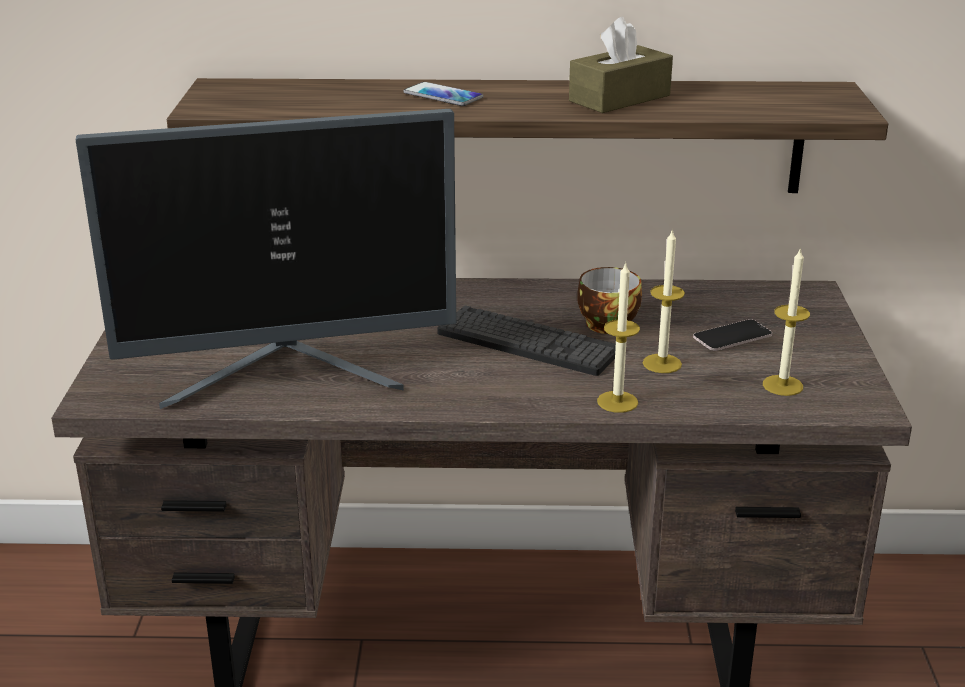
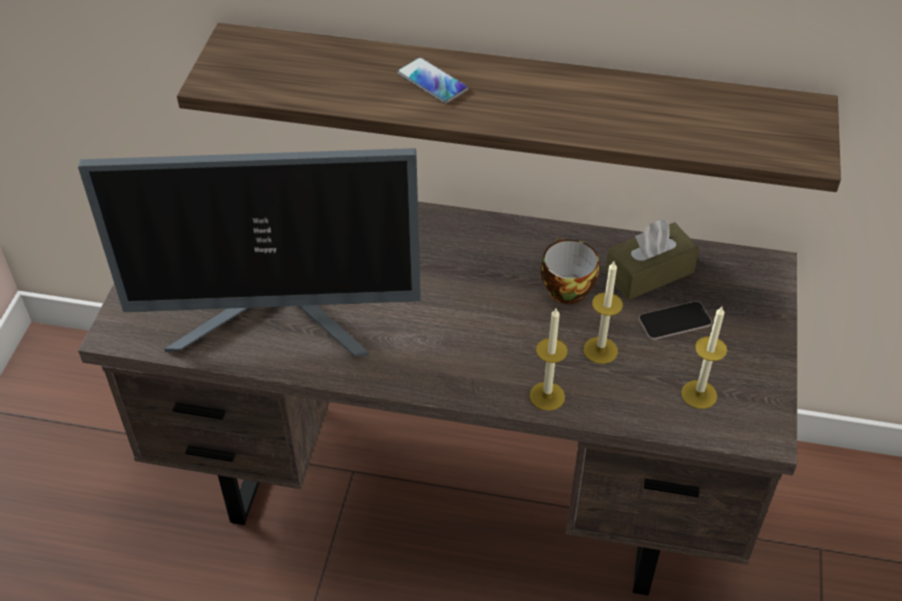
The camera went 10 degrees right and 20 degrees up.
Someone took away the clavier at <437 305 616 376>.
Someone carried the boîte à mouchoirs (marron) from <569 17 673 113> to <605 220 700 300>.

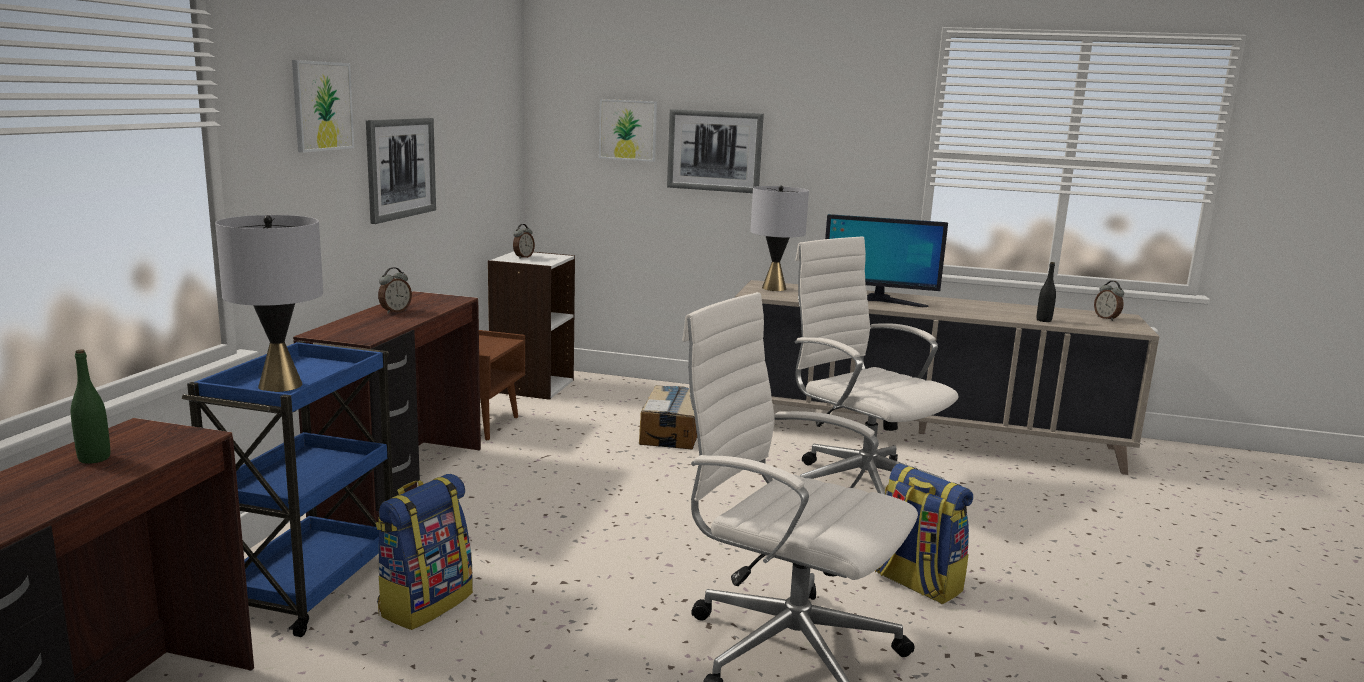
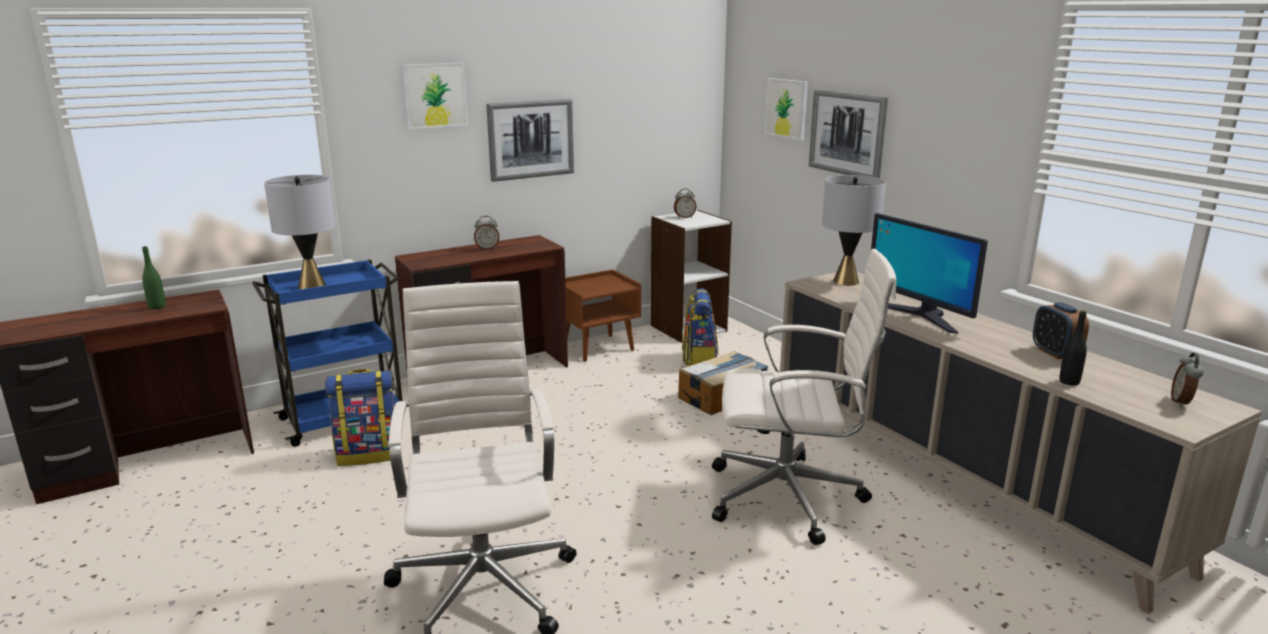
The camera went 45 degrees right and 5 degrees up.
Someone put down the réveil at <1033 302 1089 359>.
Someone carried the sac à dos from <875 463 973 604> to <682 288 718 367>.
Someone rotated the chaise de bureau (blanc) at <795 236 958 494> by 90 degrees clockwise.

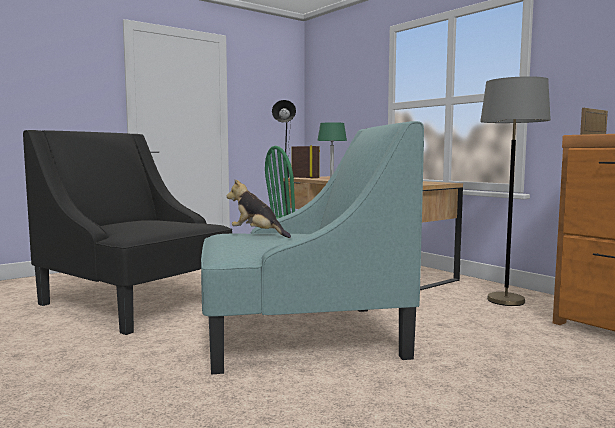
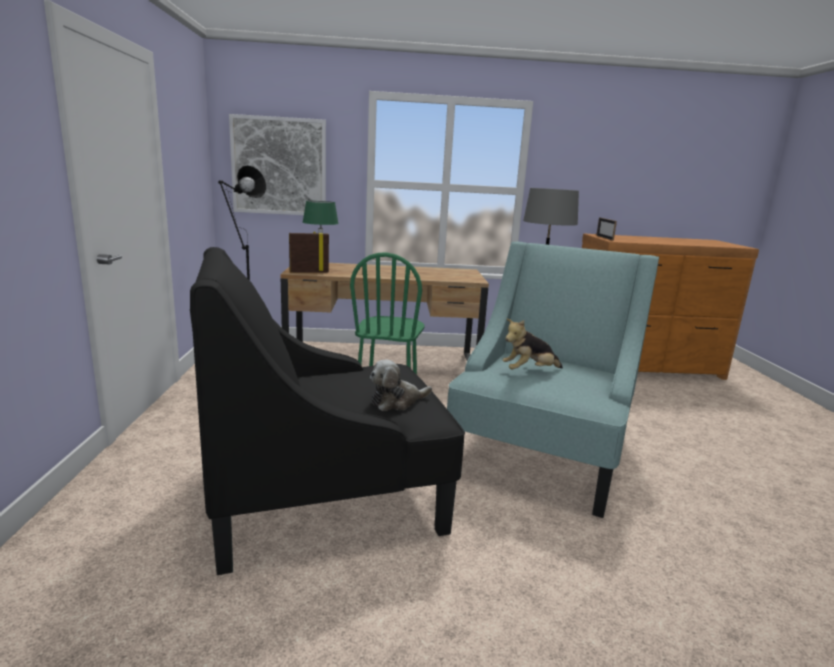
The camera went 55 degrees left and 10 degrees up.
Someone put up the tableau at <229 114 326 215>.
Someone put down the peluche at <370 359 432 411>.

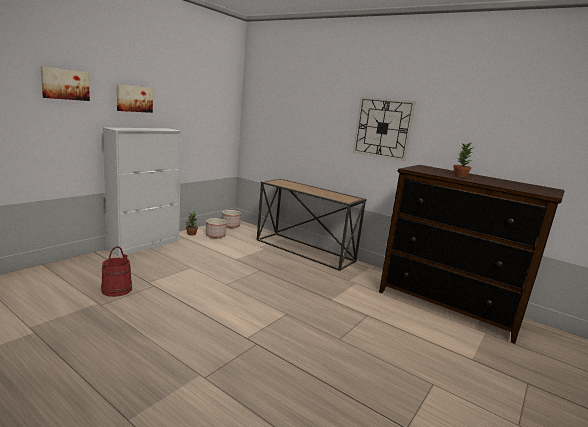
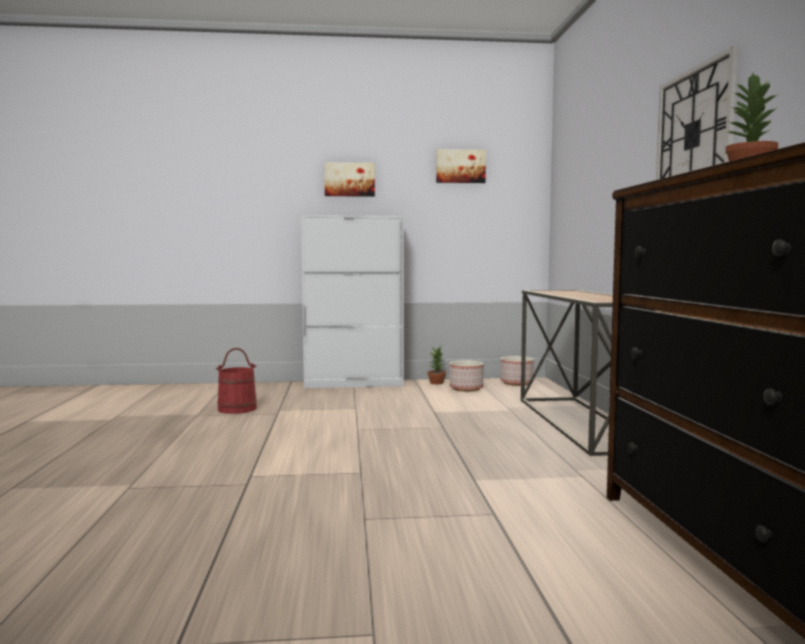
The camera went 50 degrees right and 10 degrees down.
Someone carried the tableau from <41 67 90 101> to <436 149 486 183>.

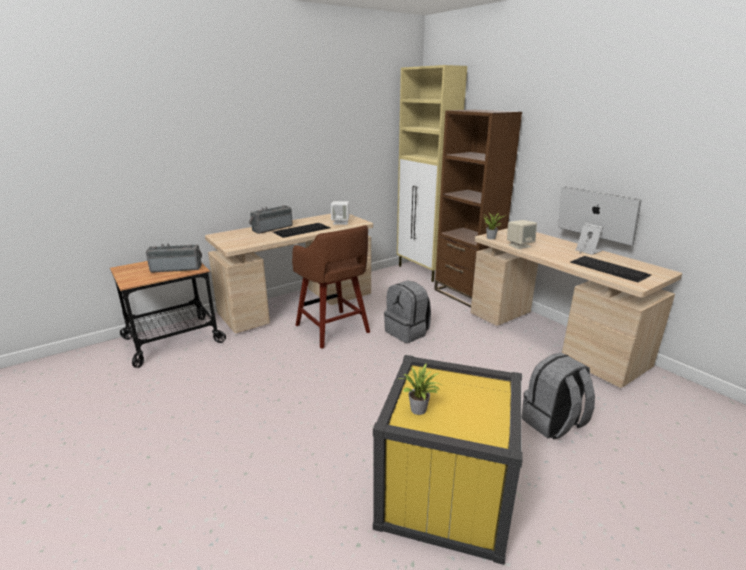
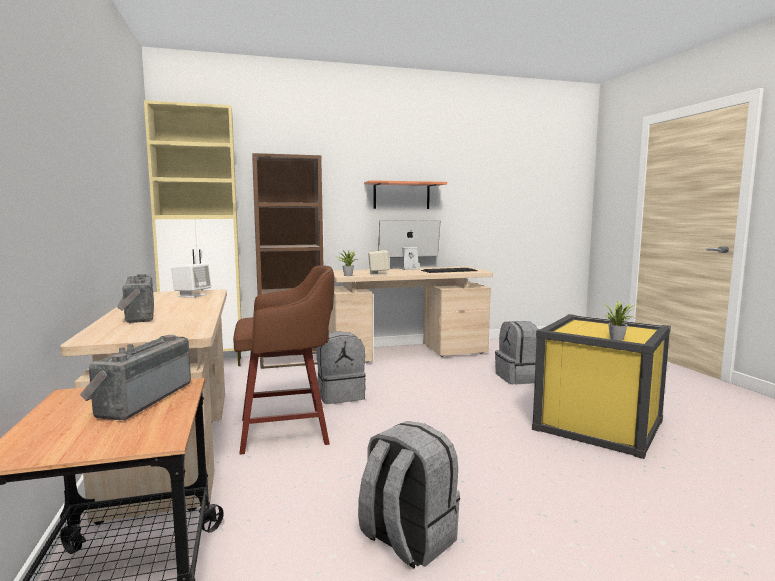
The camera went 70 degrees left and 15 degrees down.
Someone took away the clavier at <273 223 330 238>.
Someone put down the sac à dos (gris) at <358 421 460 568>.
Someone put up the étagère at <364 180 447 209>.

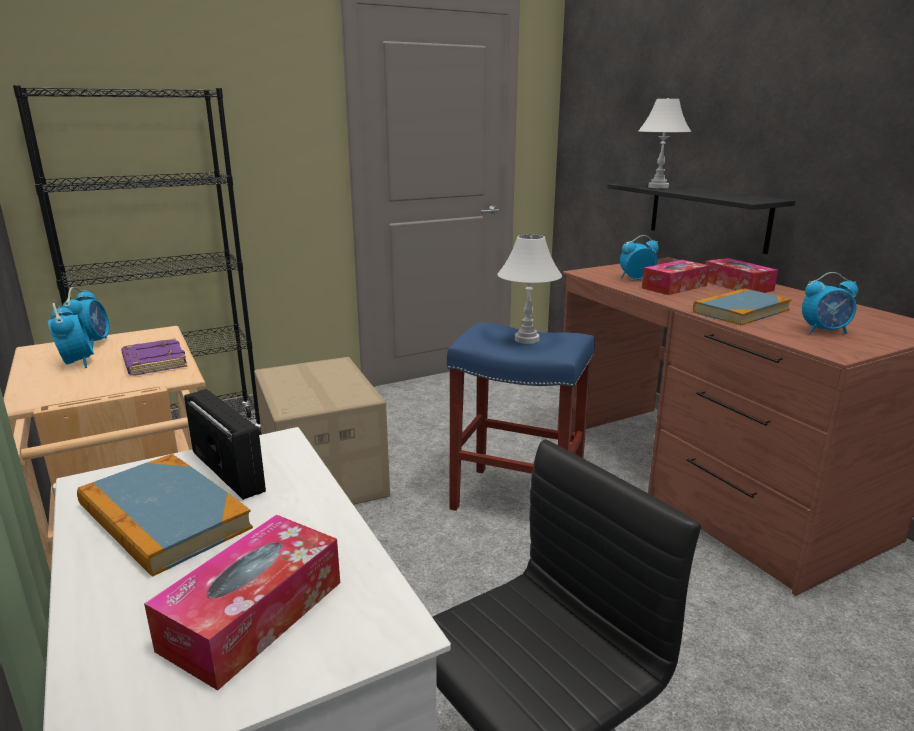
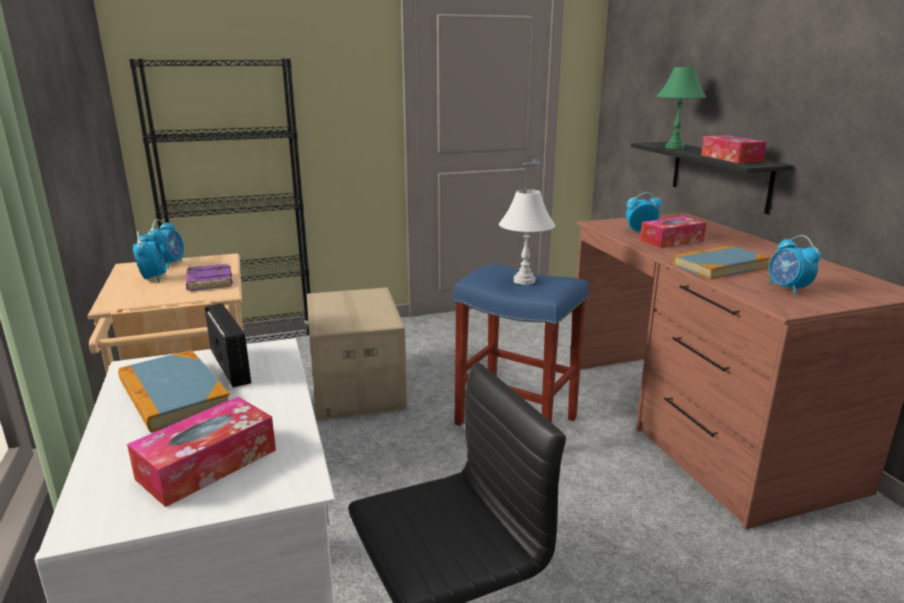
The camera went 10 degrees right and 0 degrees up.
Someone carried the boîte à mouchoirs from <705 258 778 293> to <701 135 767 163>.
Someone repainted the lampe de table (blanc) at <638 98 691 188>, which became the lampe de table (vert) at <657 66 706 149>.
Someone rotated the réveil at <802 272 858 334> by 60 degrees clockwise.

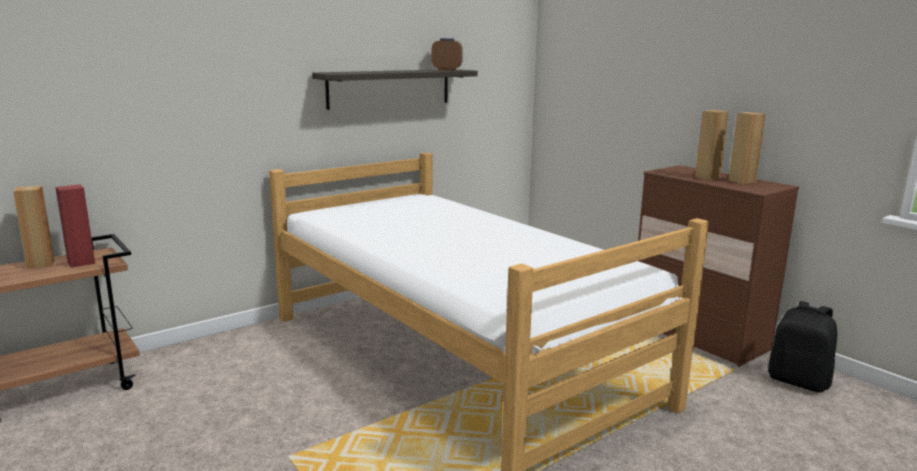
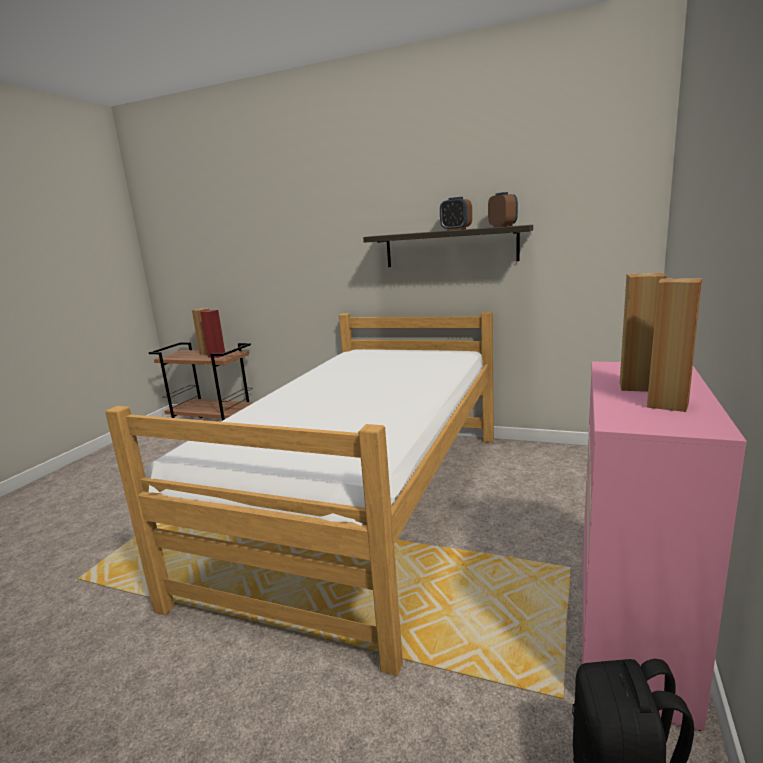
The camera went 60 degrees right and 0 degrees up.
Someone put down the réveil at <440 197 472 231>.
Someone repainted the commode (marron) at <638 165 799 367>, which became the commode (rose) at <582 362 747 731>.

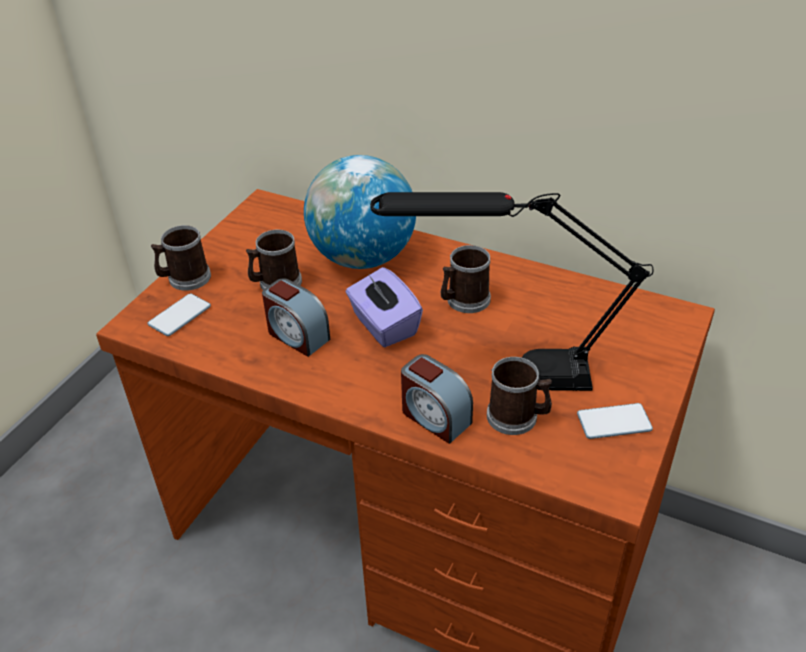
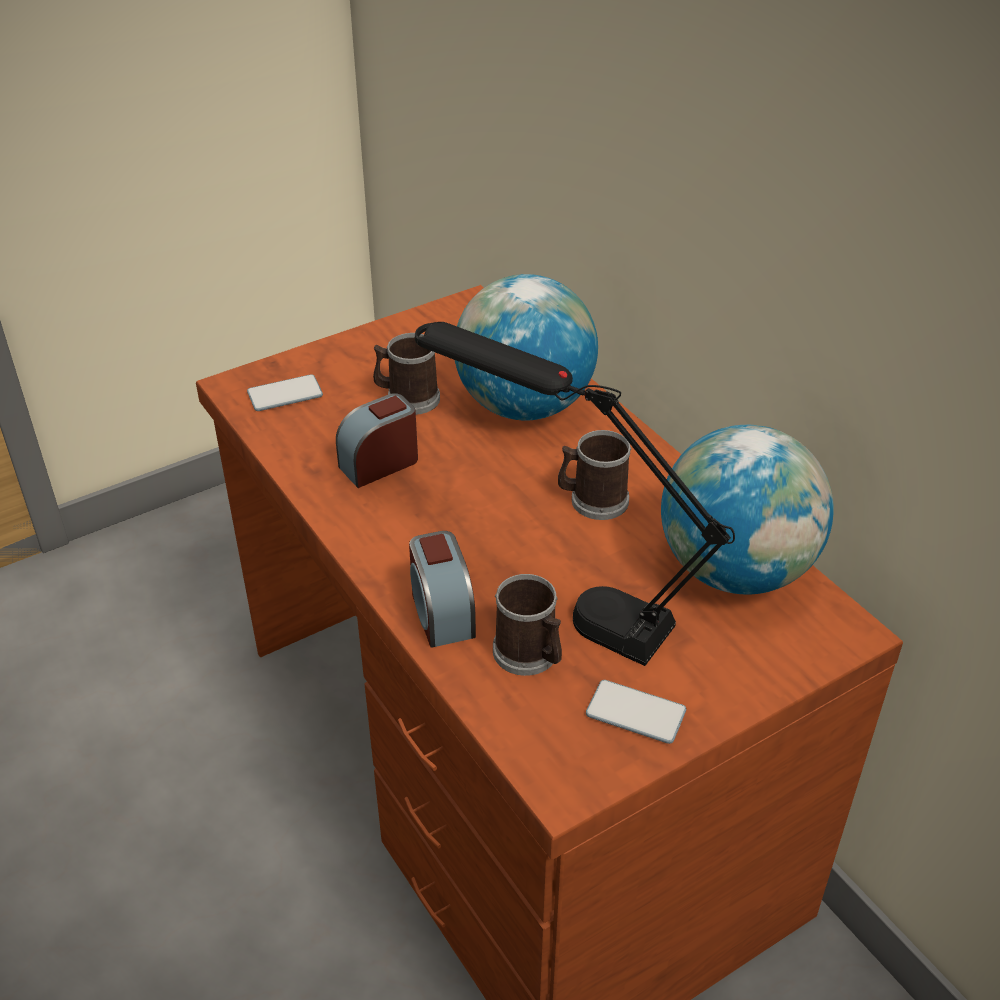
The camera went 30 degrees right and 0 degrees up.
Someone took away the mug at <151 225 211 291>.
Someone took away the boîte à mouchoirs (violet) at <346 267 423 347>.
Someone put down the globe at <661 425 833 594>.
Someone rotated the réveil at <262 278 330 357> by 75 degrees clockwise.

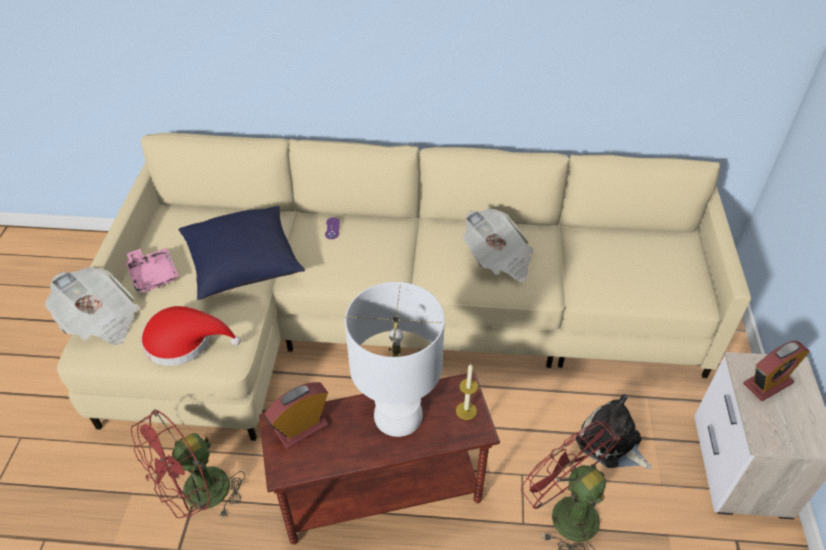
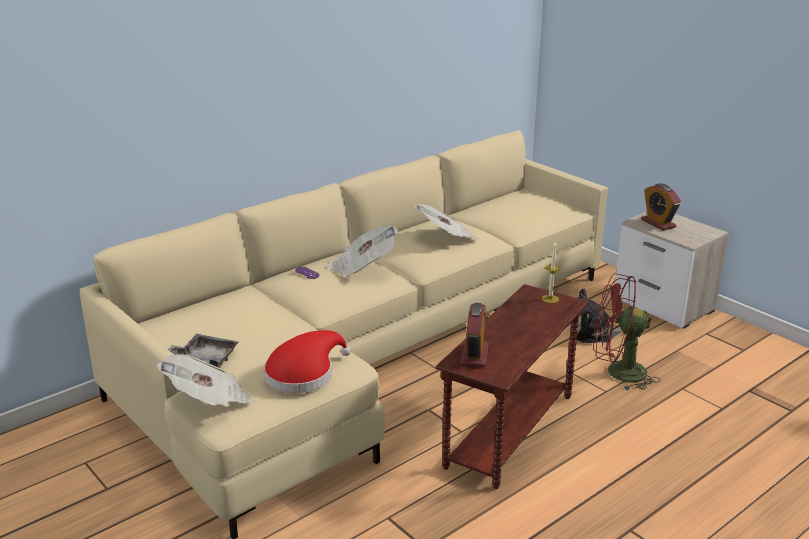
The camera went 45 degrees left and 20 degrees down.
Someone took away the ventilateur (rouge) at <131 409 245 519>.
Someone took away the coussin (bleu) at <179 206 305 300>.
Someone took away the lampe de table (blanc) at <345 282 445 437>.
Someone put down the journal at <328 225 398 277>.
Someone repainted the plateau (rose) at <126 248 179 293>, which became the plateau (gris) at <168 334 239 368>.
Someone rotated the réveil at <744 341 810 401> by 135 degrees clockwise.

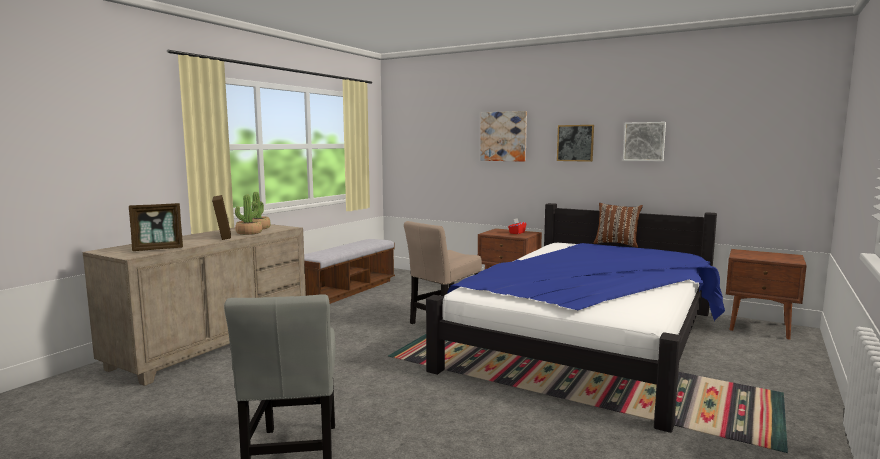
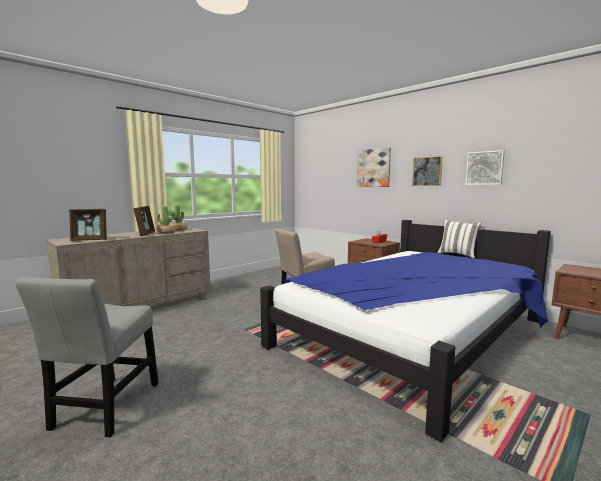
The camera went 15 degrees right and 0 degrees up.
Someone took away the banc at <304 239 395 304>.
Someone repainted the coussin (marron) at <594 203 643 248>, which became the coussin (blanc) at <437 220 482 258>.

